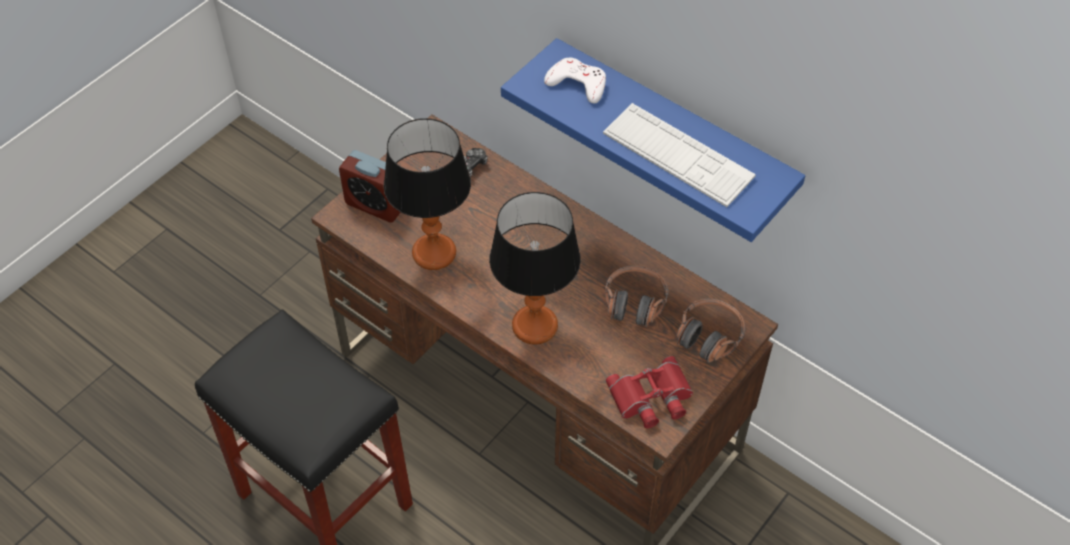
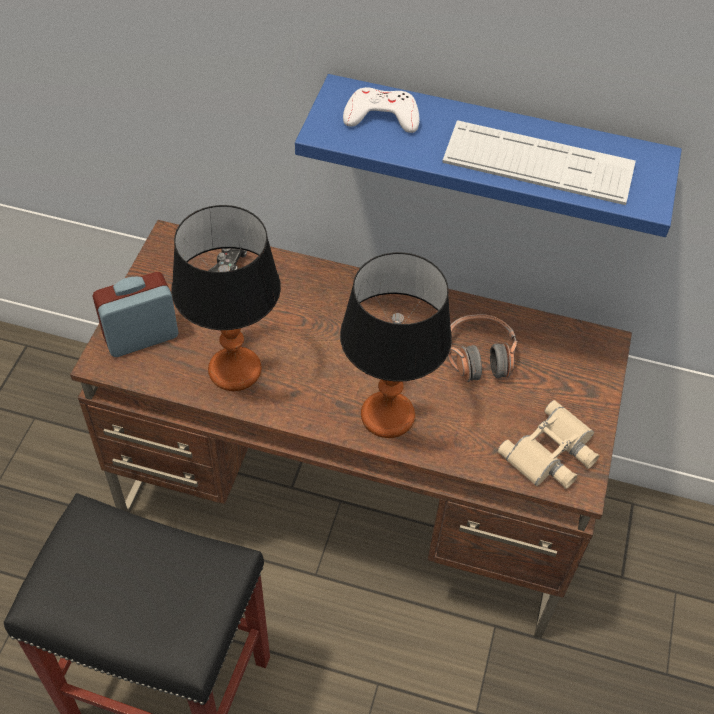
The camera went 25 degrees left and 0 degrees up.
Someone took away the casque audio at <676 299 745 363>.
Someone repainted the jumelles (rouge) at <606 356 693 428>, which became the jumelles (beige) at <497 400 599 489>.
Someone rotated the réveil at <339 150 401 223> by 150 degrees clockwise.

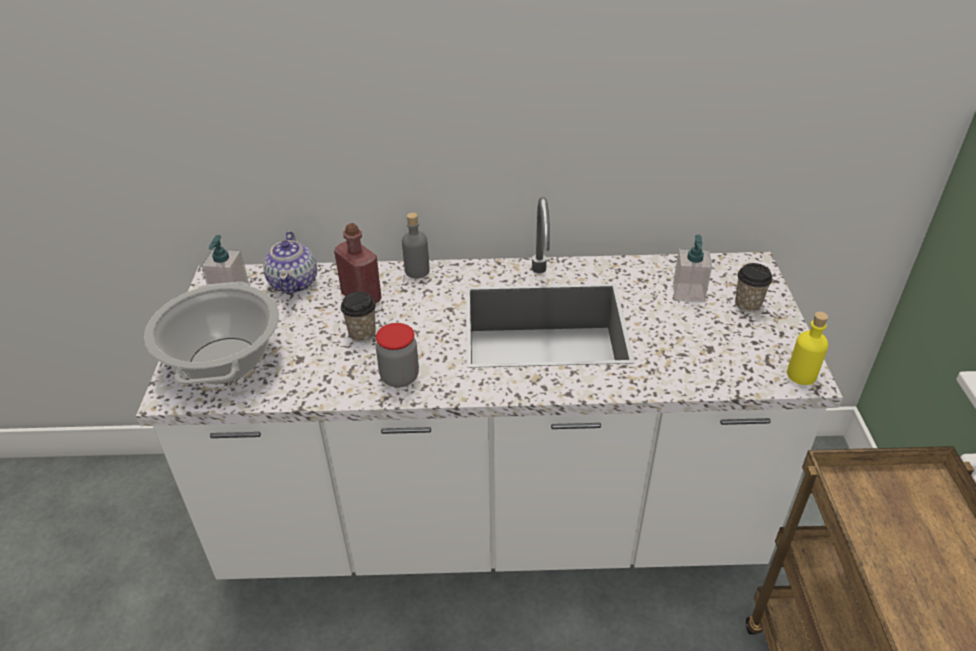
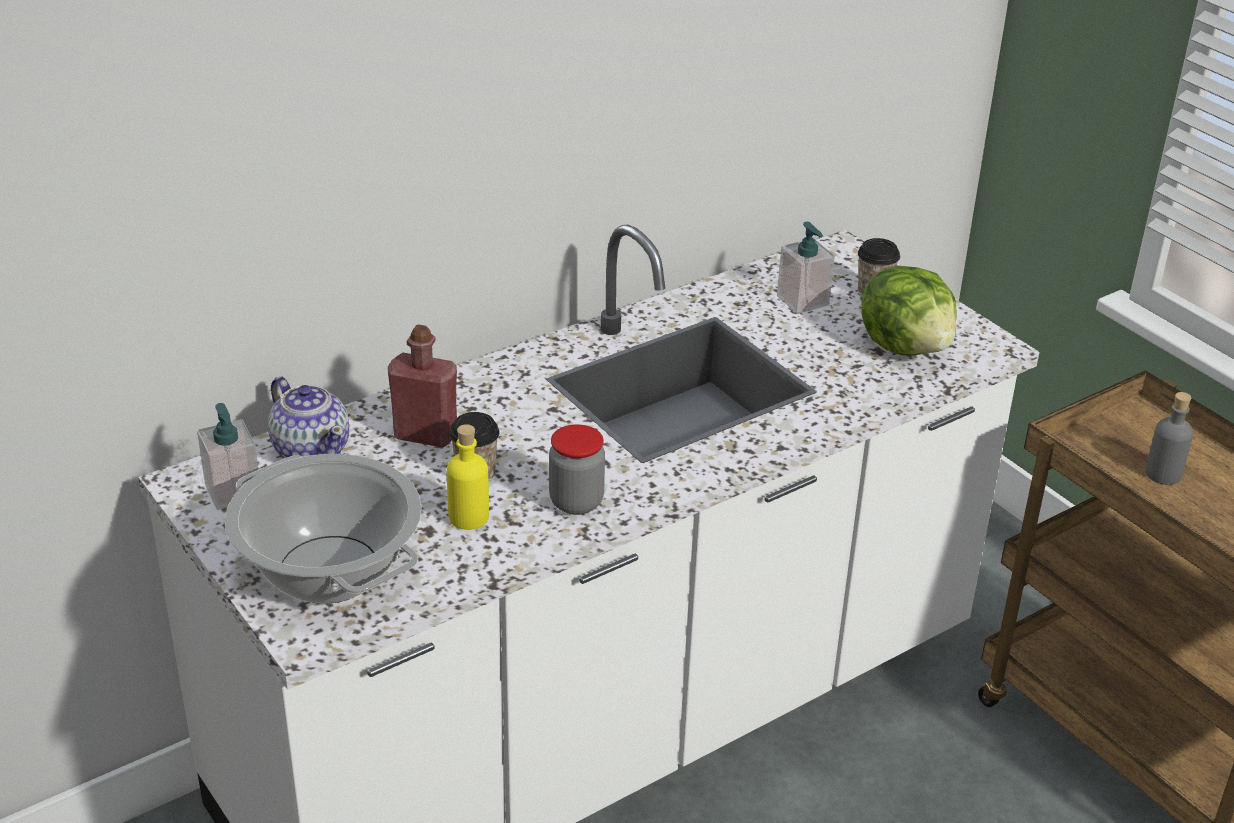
The camera went 35 degrees left and 5 degrees down.
Someone put down the laitue at <861 266 957 356>.
Someone carried the bouteille (gris) from <402 212 430 279> to <1145 392 1193 485>.
Someone carried the bouteille (jaune) from <787 312 828 385> to <447 424 489 530>.

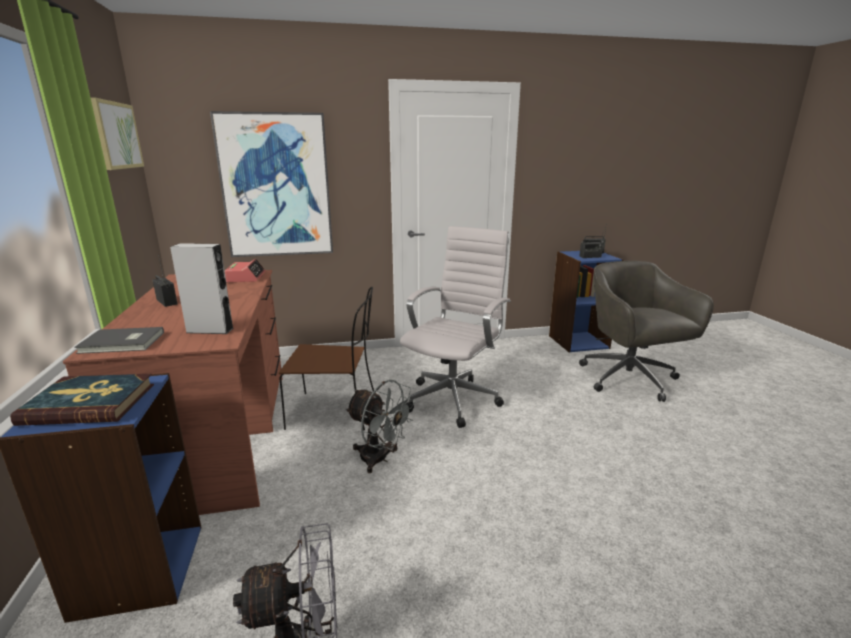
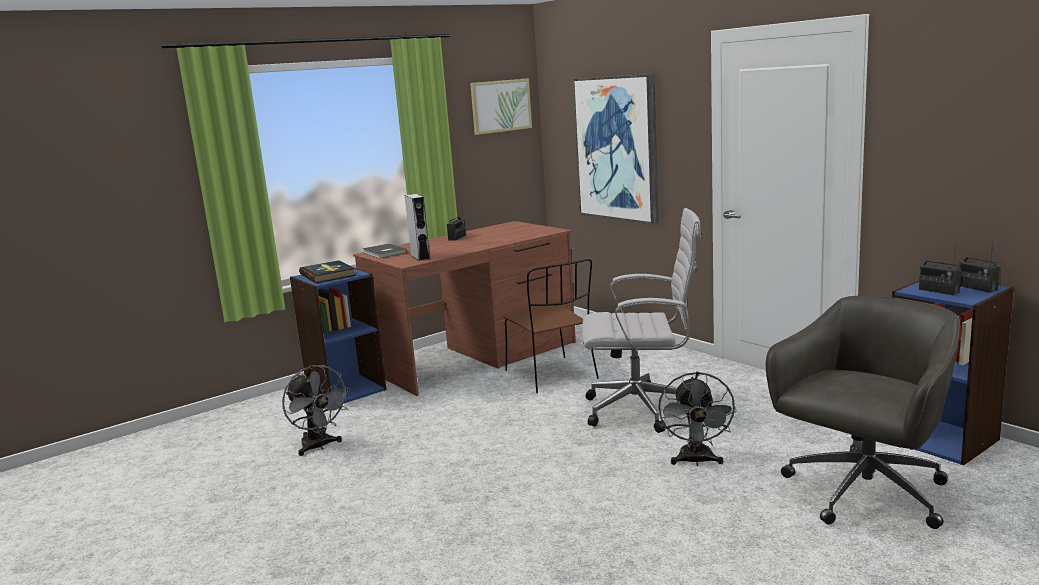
The camera went 65 degrees right and 5 degrees down.
Someone took away the réveil at <225 259 265 282>.
Someone carried the ventilateur (gris) from <346 380 415 473> to <658 372 736 466>.

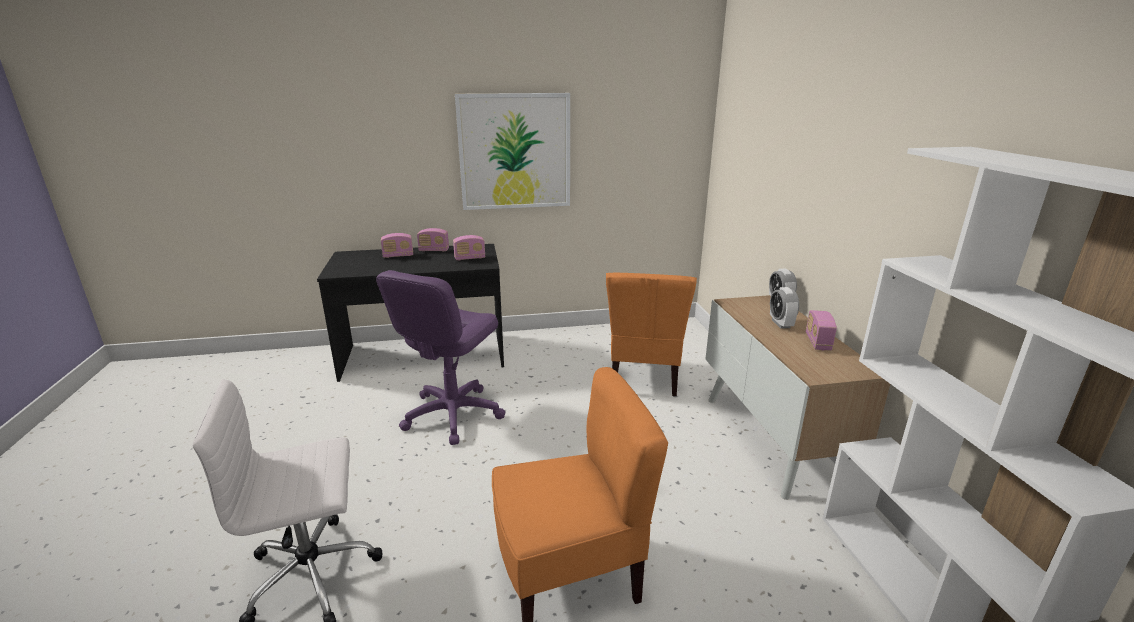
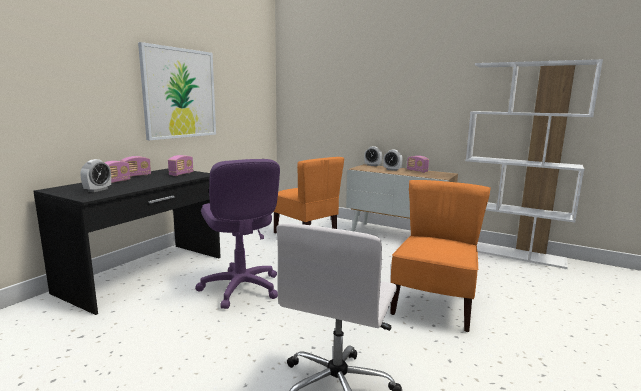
The camera went 50 degrees left and 10 degrees down.
Someone put down the réveil at <81 159 111 192>.

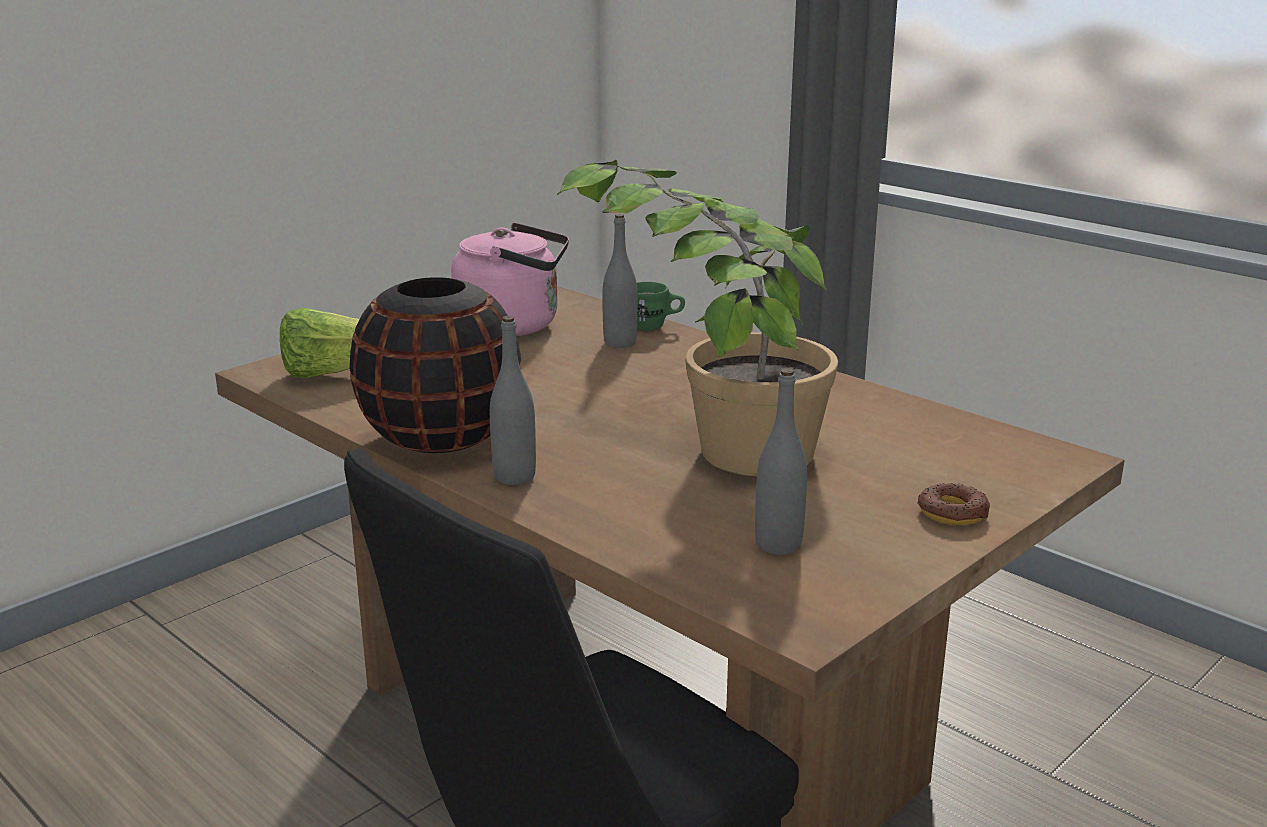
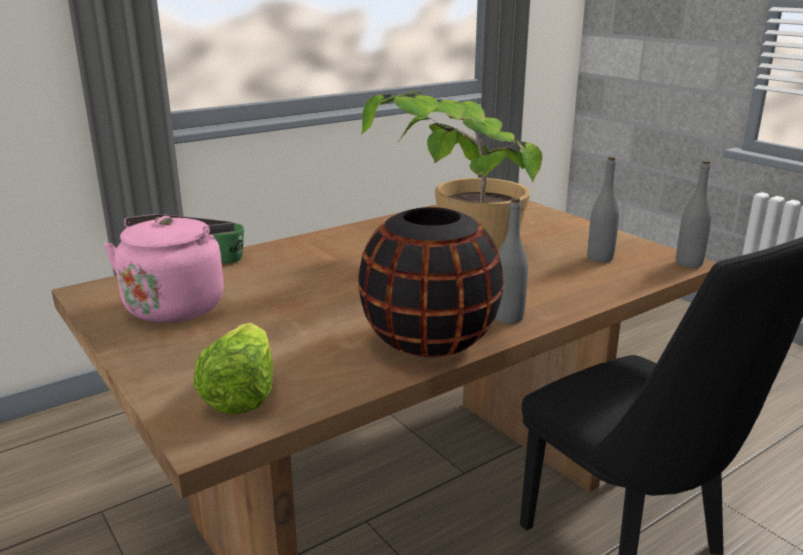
The camera went 80 degrees left and 0 degrees up.
Someone took away the beignet at <917 483 990 525>.
Someone carried the bouteille (gris) from <602 214 637 348> to <676 160 712 268>.

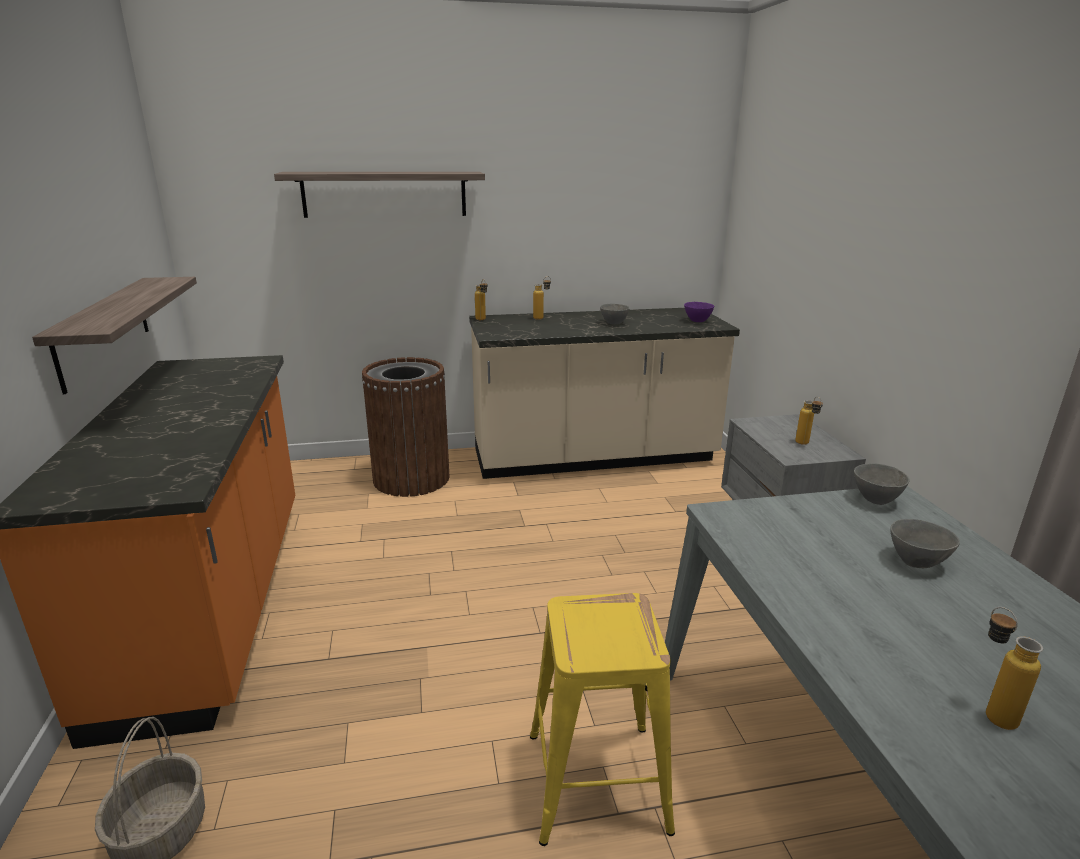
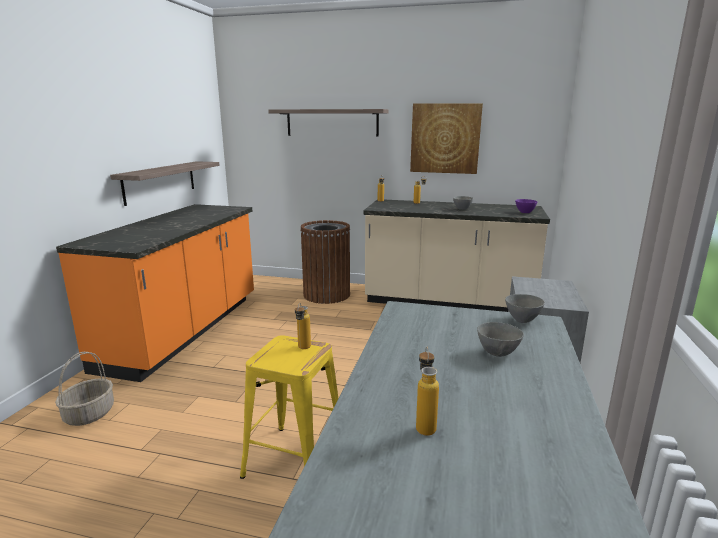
The camera went 25 degrees right and 5 degrees down.
Someone put up the tableau at <410 104 483 174>.
Someone carried the bouteille from <795 397 823 445> to <295 303 311 349>.

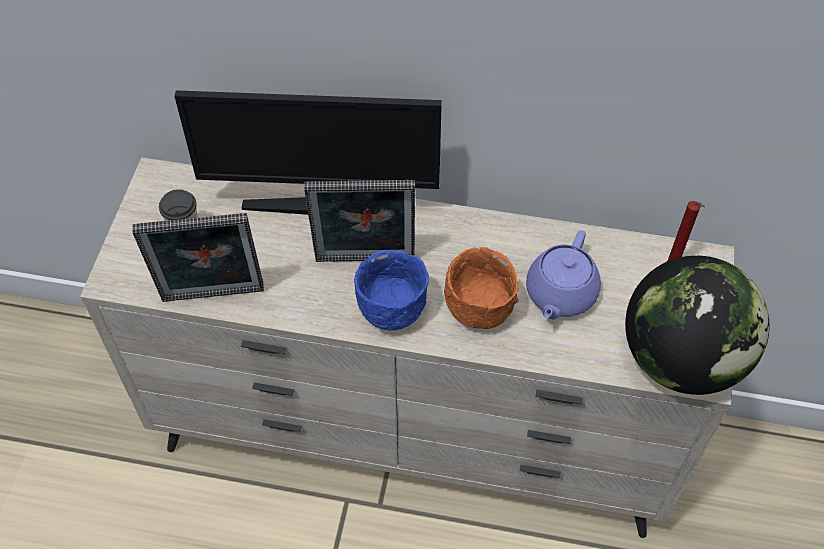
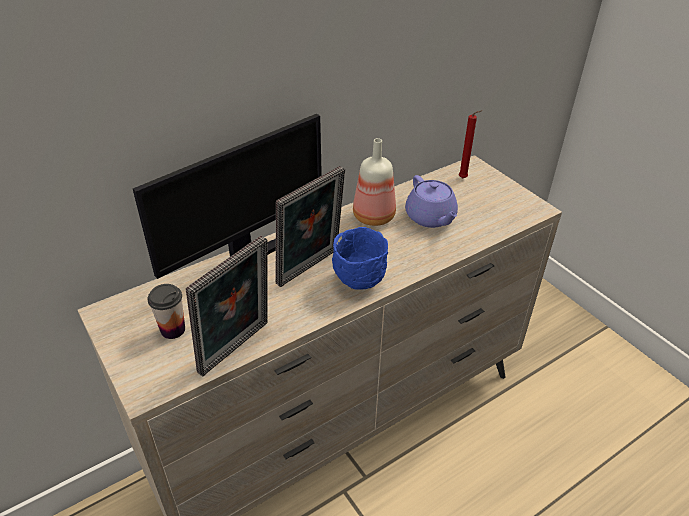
The camera went 45 degrees left and 15 degrees down.
Someone took away the bol (orange) at <444 247 519 329>.
Someone took away the globe at <625 256 769 395>.
Someone put down the bouteille at <353 138 396 226>.

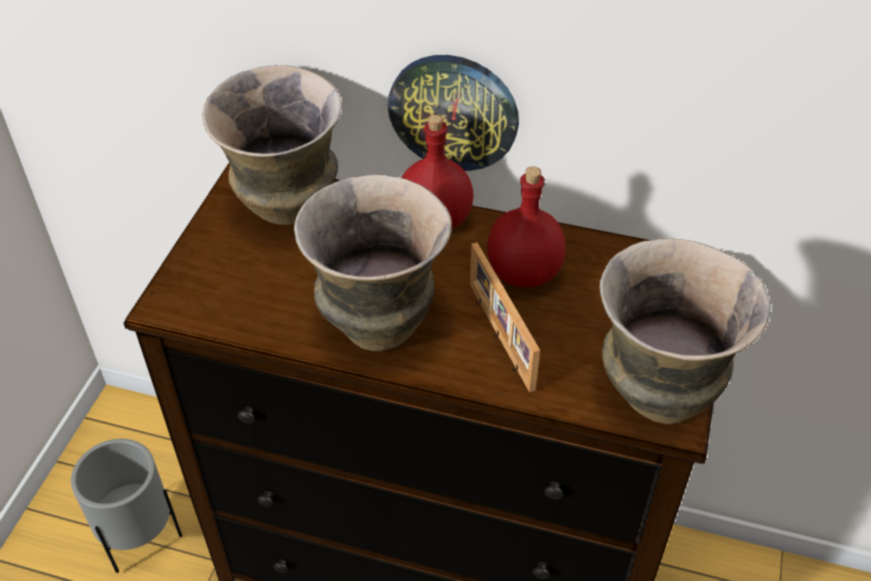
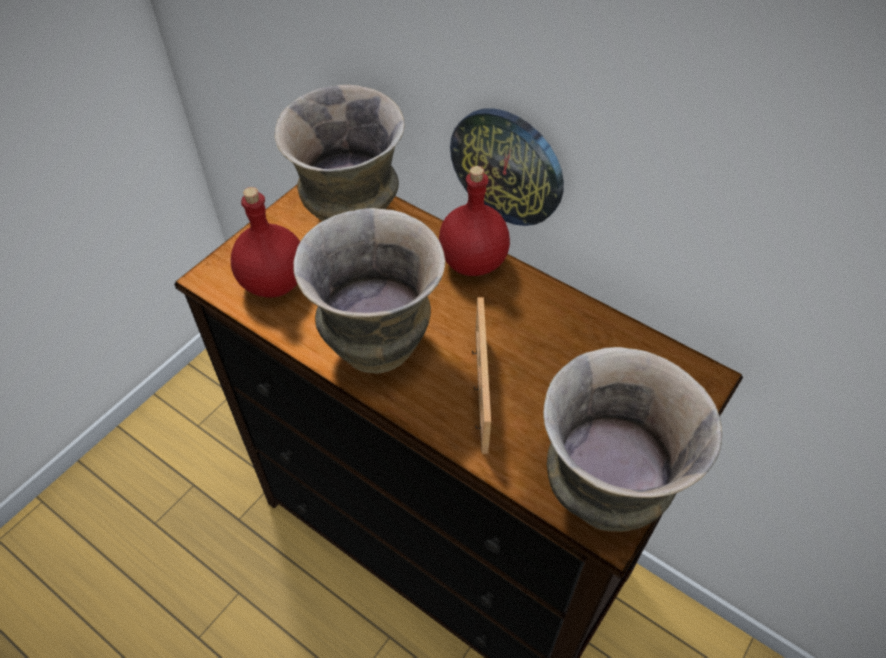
The camera went 20 degrees right and 5 degrees up.
Someone took away the cache-pot (gris) at <71 439 182 573>.
Someone carried the bouteille (rouge) from <487 167 565 288> to <231 187 300 298>.

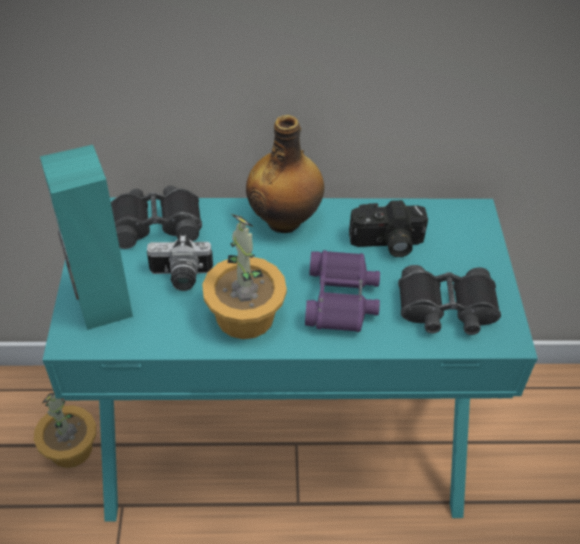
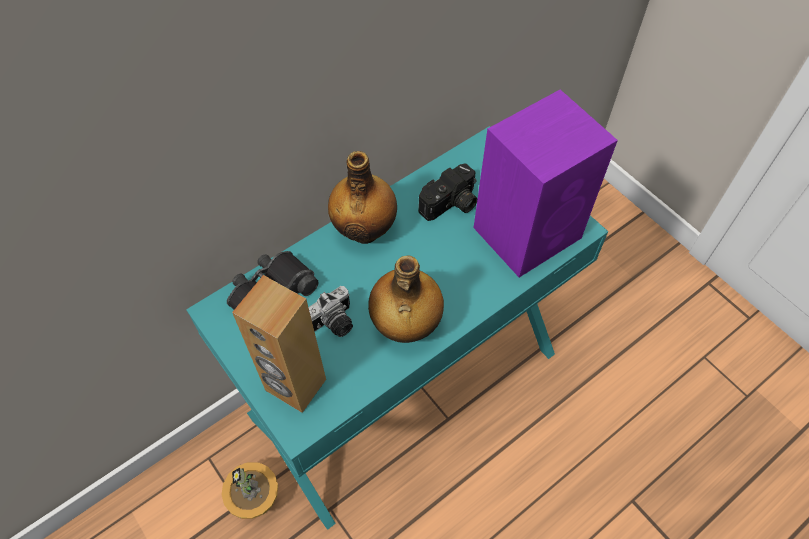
The camera went 35 degrees left and 10 degrees up.
Someone took away the jumelles (violet) at <305 250 380 332>.
Someone swapped the plante en pot at <202 214 287 339> for the bouteille at <368 256 444 343>.
Someone swapped the jumelles (noir) at <398 265 501 335> for the enceinte (violet) at <474 90 618 277>.
Someone repainted the enceinte (turquoise) at <40 145 133 330>, which became the enceinte (marron) at <232 275 326 413>.

